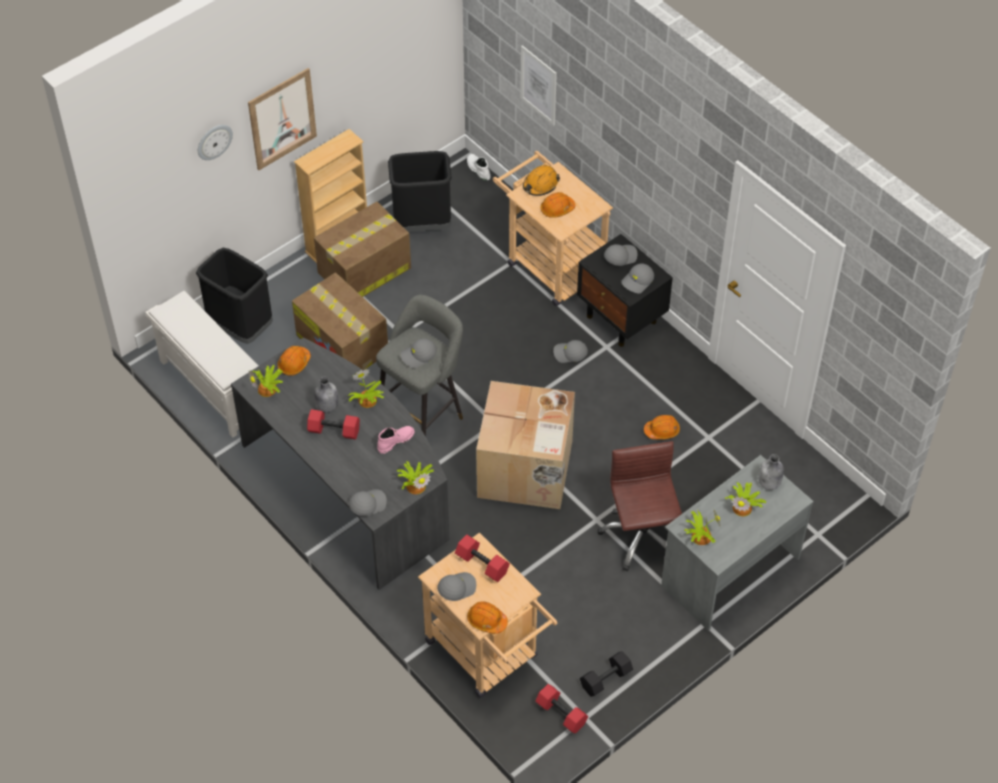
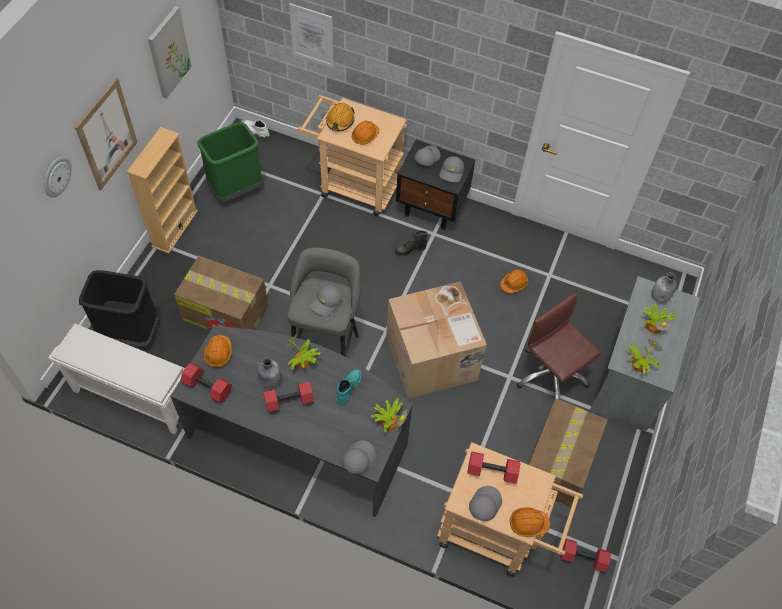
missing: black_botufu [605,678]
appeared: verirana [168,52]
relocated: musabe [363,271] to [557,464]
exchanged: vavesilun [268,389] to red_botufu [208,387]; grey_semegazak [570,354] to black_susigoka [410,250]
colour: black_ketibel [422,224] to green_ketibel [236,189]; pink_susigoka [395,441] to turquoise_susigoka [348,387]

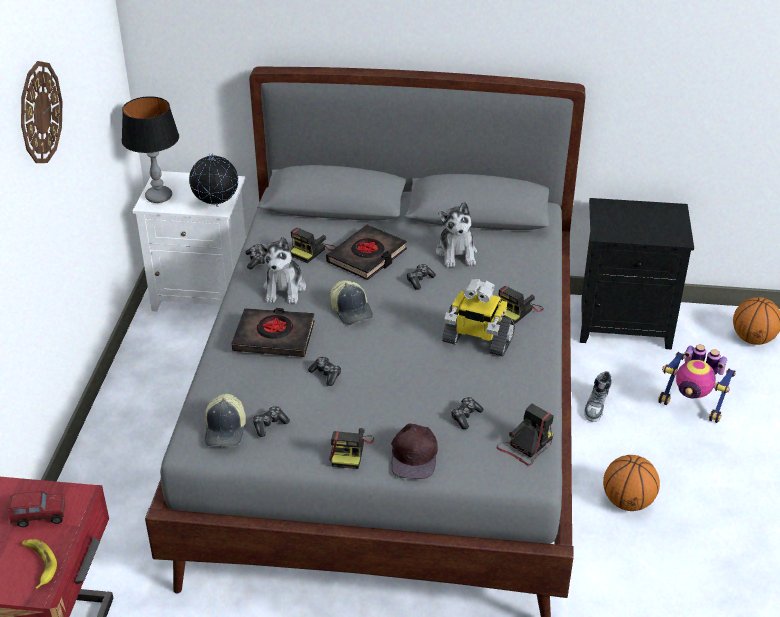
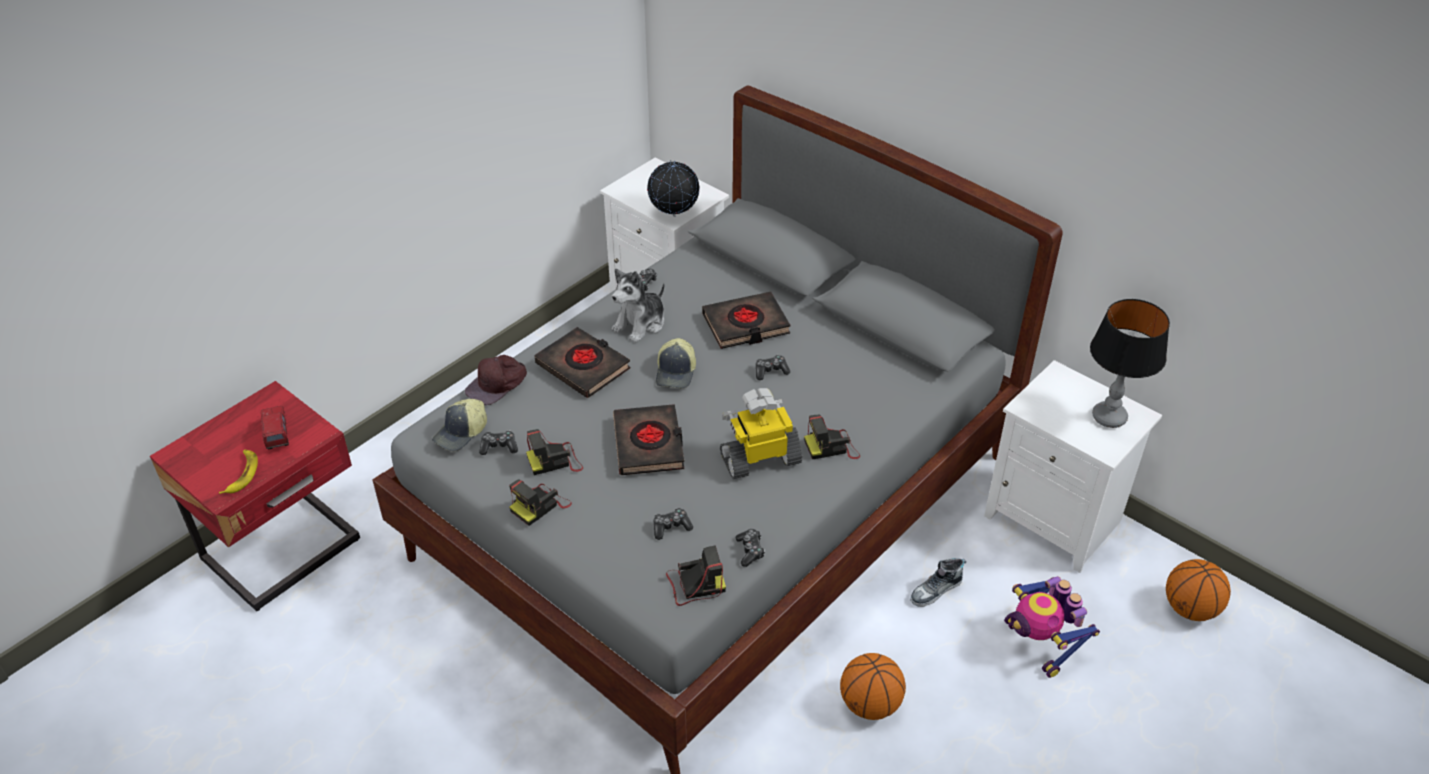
missing: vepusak [40,112]; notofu [457,253]
appeared: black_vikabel [649,444]
relocated: brown_semegazak [415,455] to [497,384]; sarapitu [312,251] to [555,461]; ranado [326,374] to [750,551]; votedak [158,197] to [1108,417]
colour: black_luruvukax [625,323] to white_luruvukax [1056,519]
spun: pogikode [40,517] = [277,436] 135 degrees counterclockwise; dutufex [477,340] = [760,458] 105 degrees clockwise

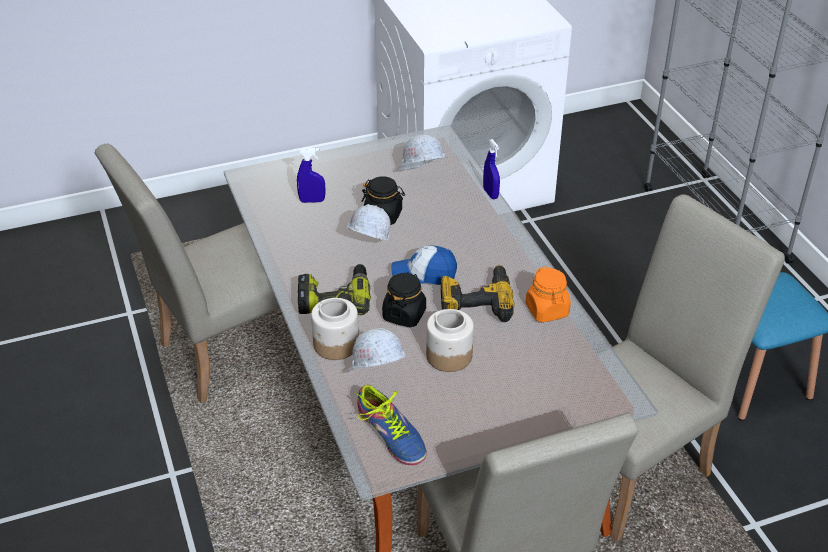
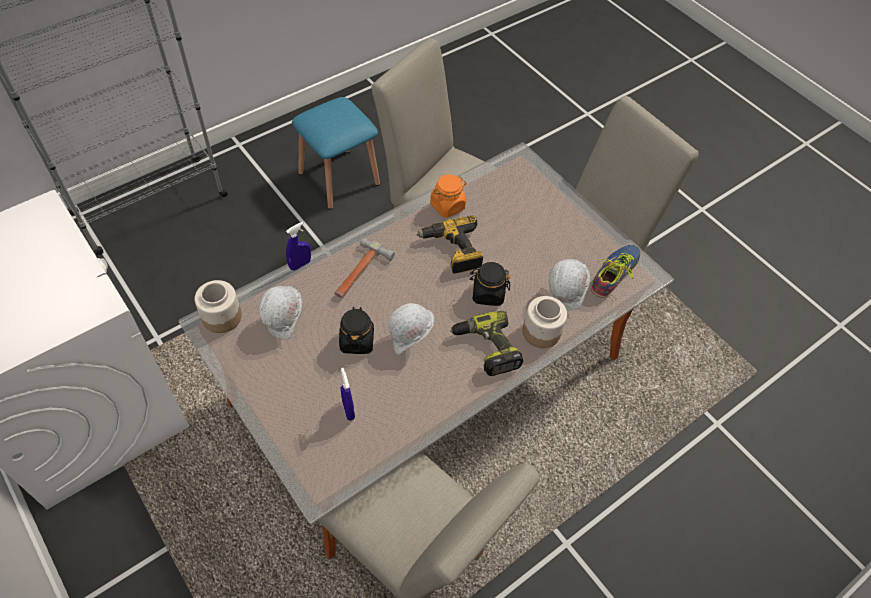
missing: semegazak [424,274]
appeared: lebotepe [359,273]
relocated: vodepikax [448,356] to [222,317]

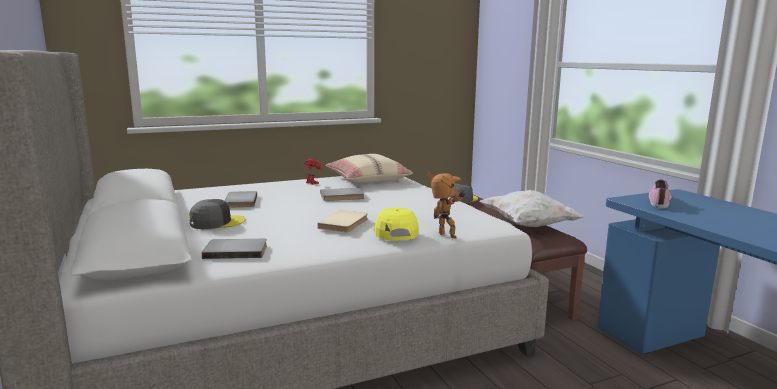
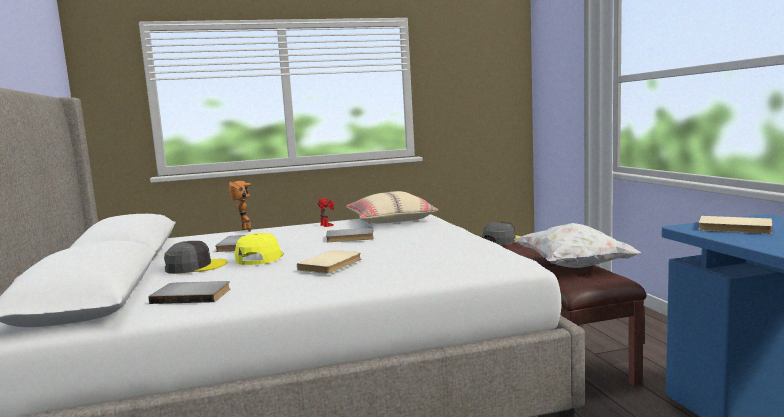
relocated: dutufex [445,236] to [244,231]; yellow_semegazak [395,232] to [259,258]
exchanged: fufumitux [660,202] to beige_vikabel [734,228]

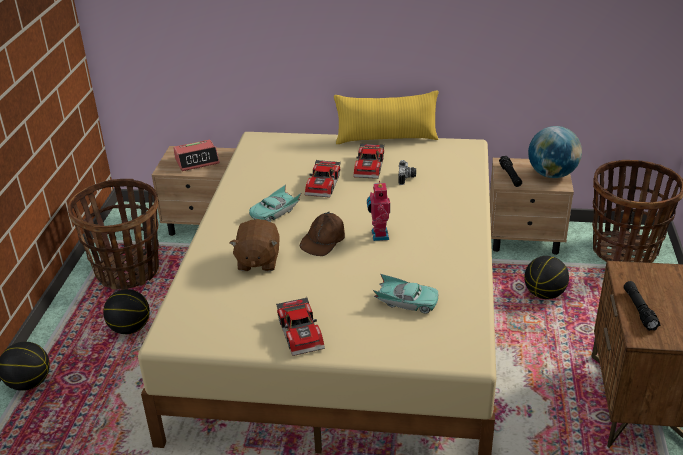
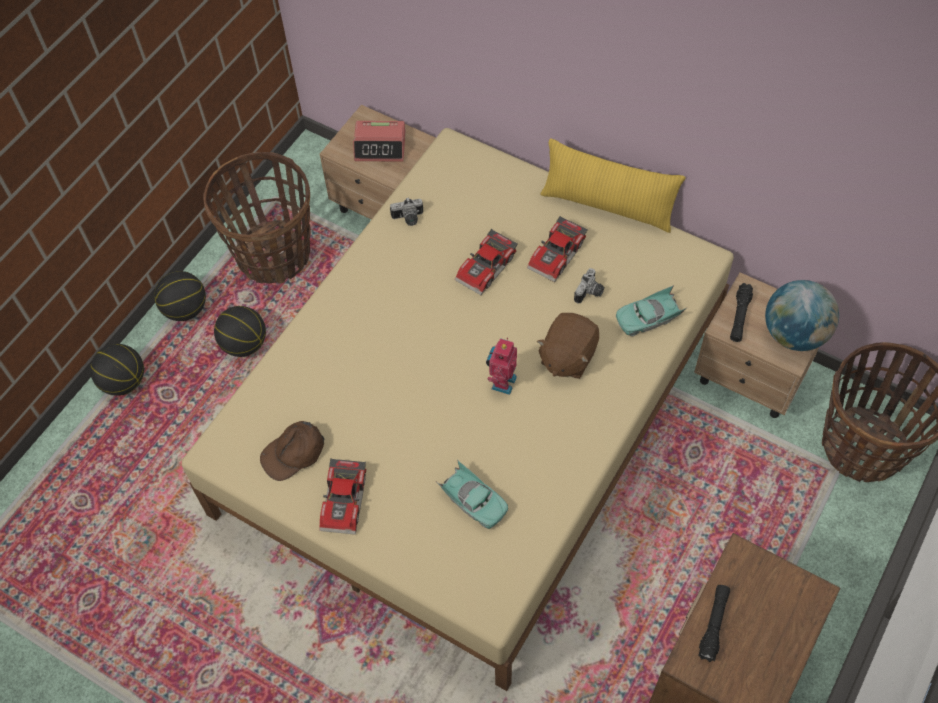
appeared: sarapitu [408,219]
relocated: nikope [544,294] to [186,309]; brown_semegazak [323,240] to [294,453]; brown_notofu [257,261] to [567,357]; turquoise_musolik [275,212] to [648,318]

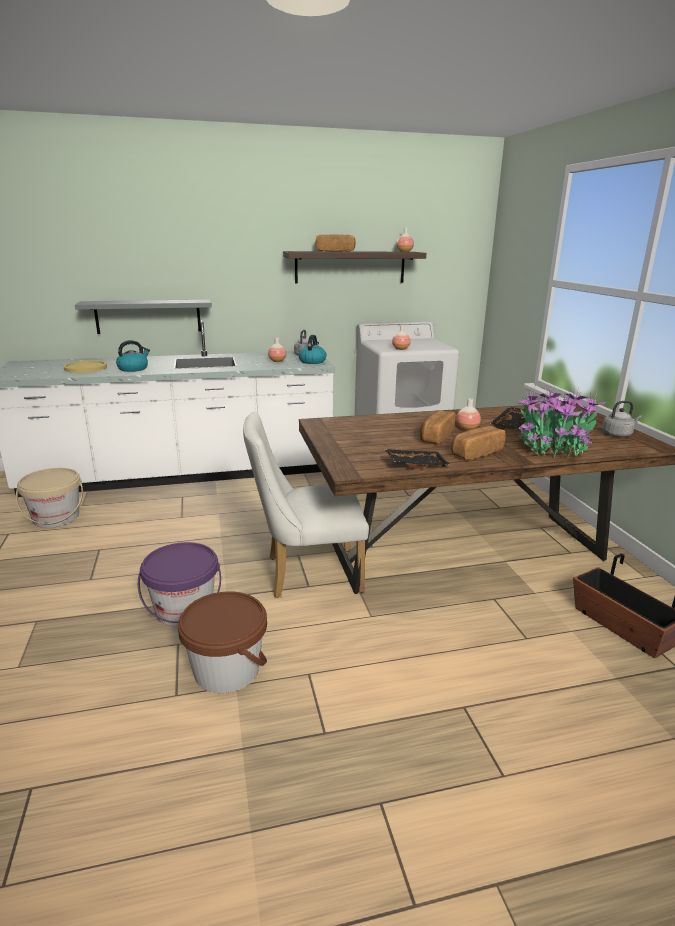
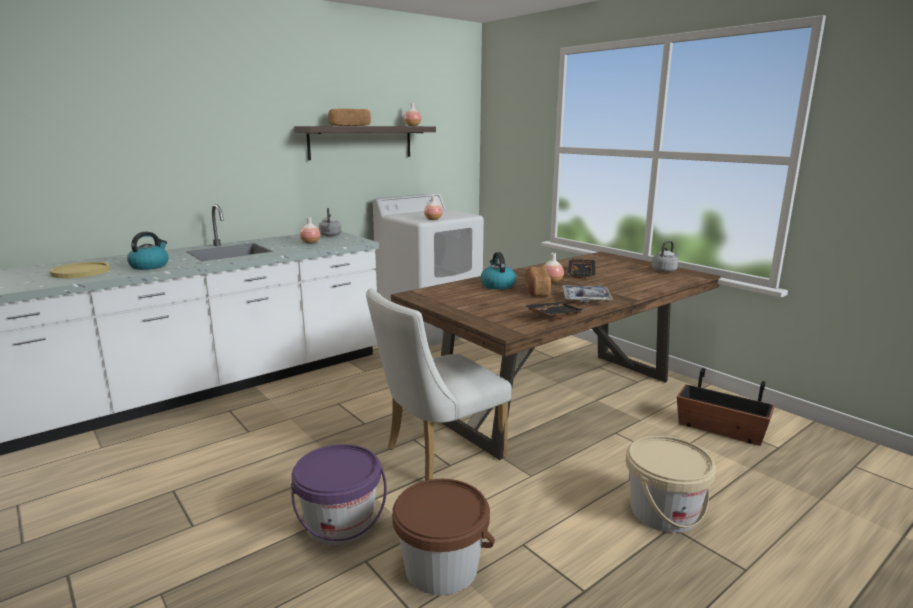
missing: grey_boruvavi [148,316]; vavesilun [553,447]
relocated: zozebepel [312,361] to [497,285]; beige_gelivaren [56,518] to [663,512]
exchanged: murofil [476,453] to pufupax [586,299]

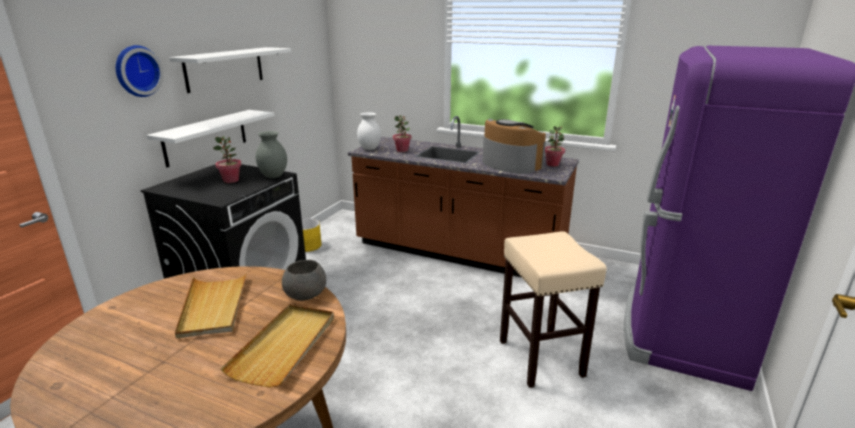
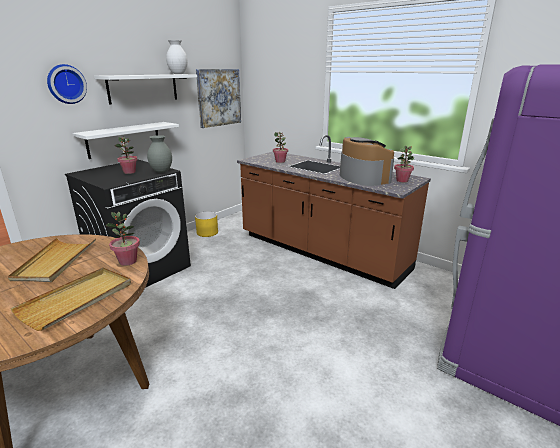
missing: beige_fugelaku [541,358]
appeared: verirana [219,97]
relocated: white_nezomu [369,149] to [177,74]
exchanged: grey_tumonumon [306,293] to vavesilun [128,261]

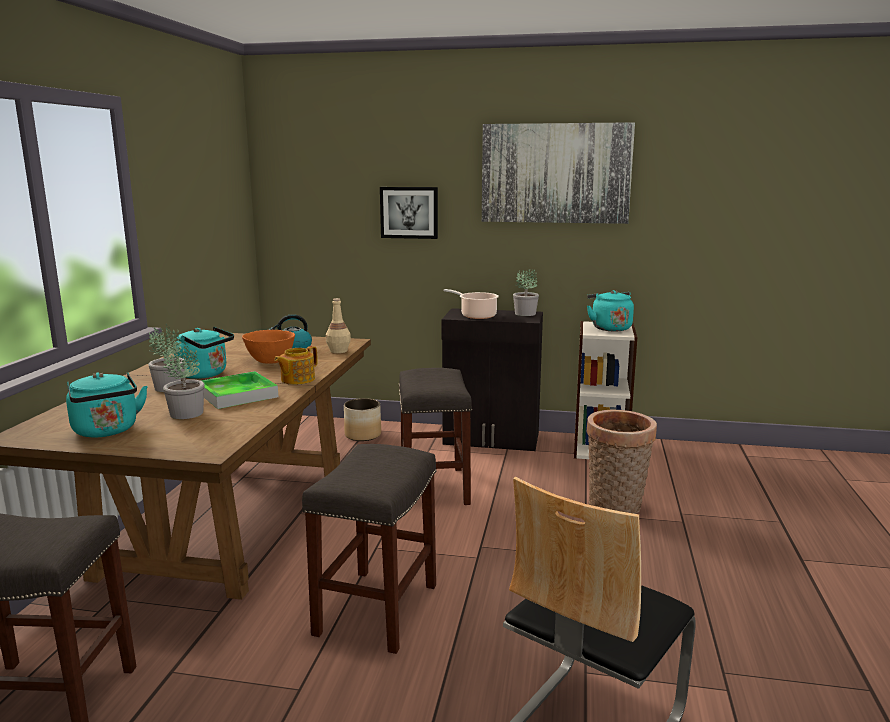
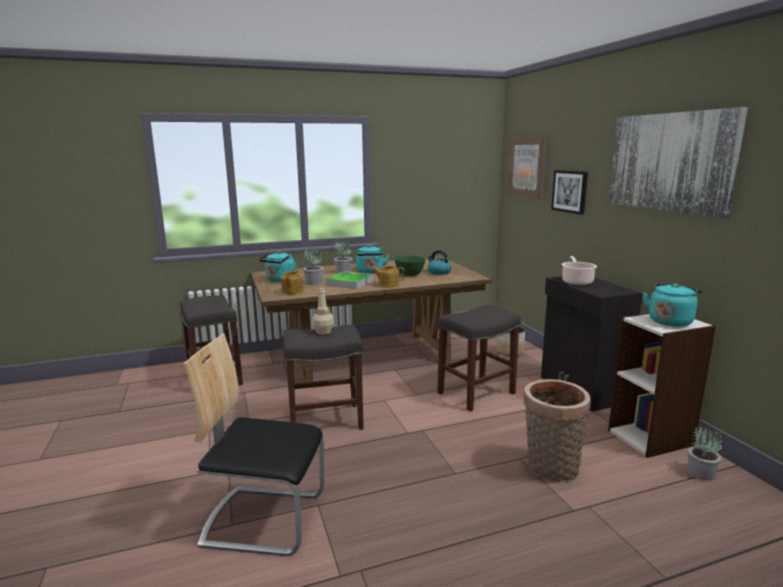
appeared: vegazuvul [292,291]; verirana [528,167]
relocated: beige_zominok [338,351] to [323,332]; vavesilun [525,313] to [701,473]
colour: orange_tumonumon [270,361] to green_tumonumon [409,274]

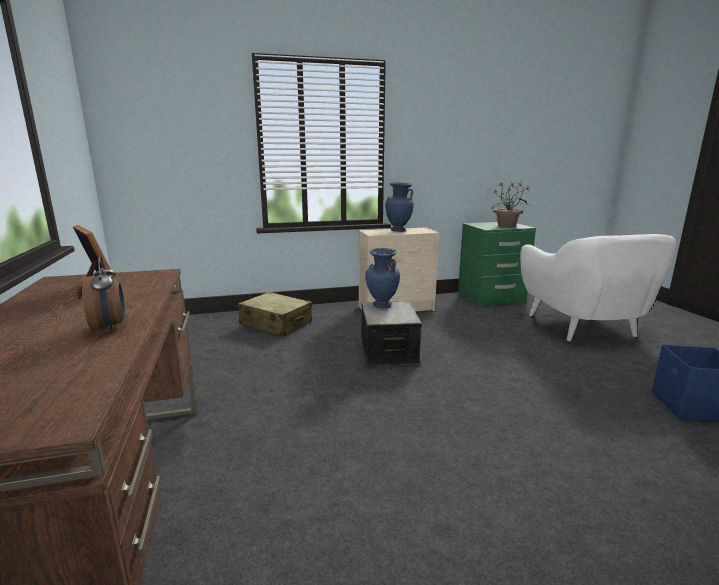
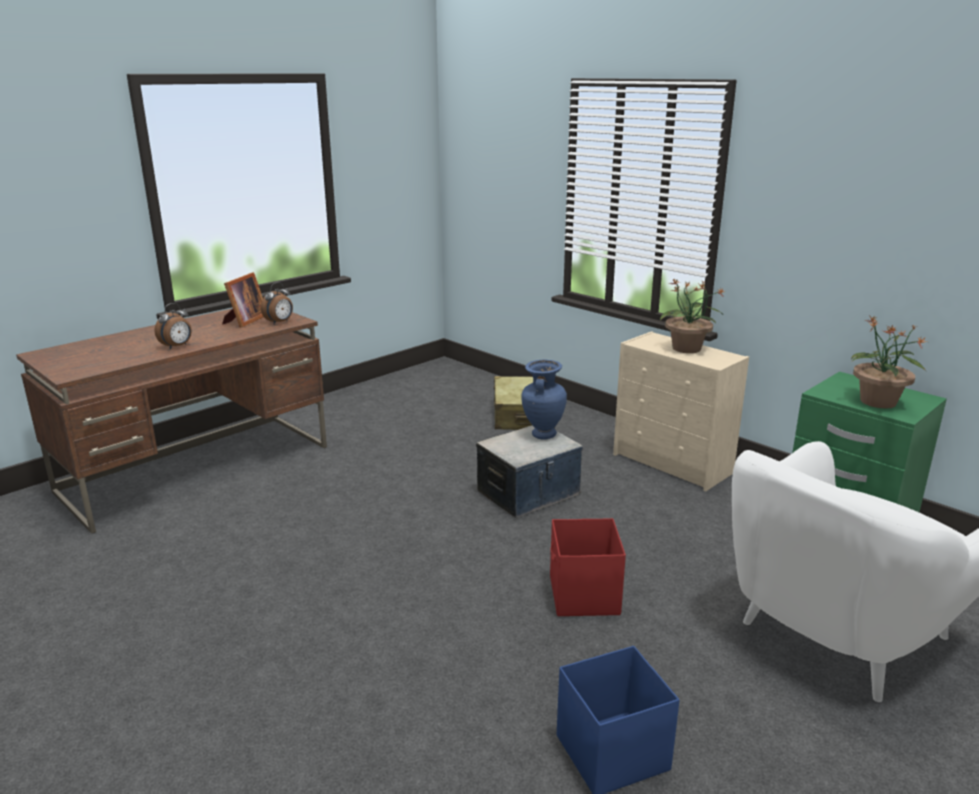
appeared: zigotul [279,322]; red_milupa [583,596]
exchanged: blue_nezomu [398,230] to vavesilun [687,349]

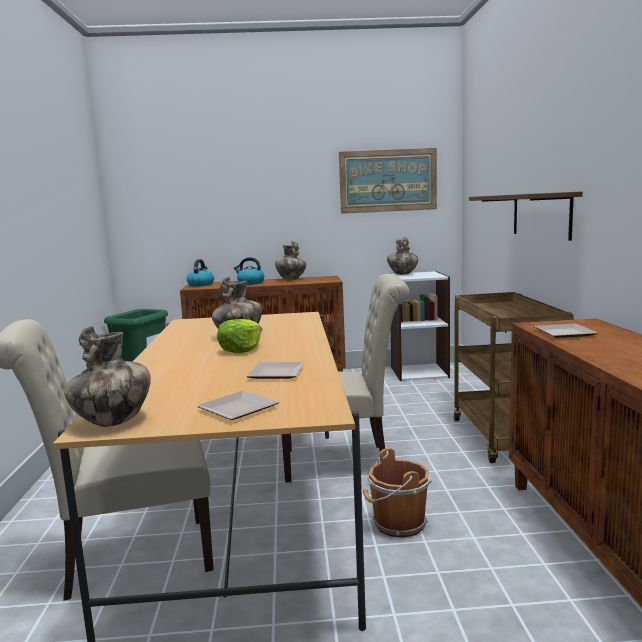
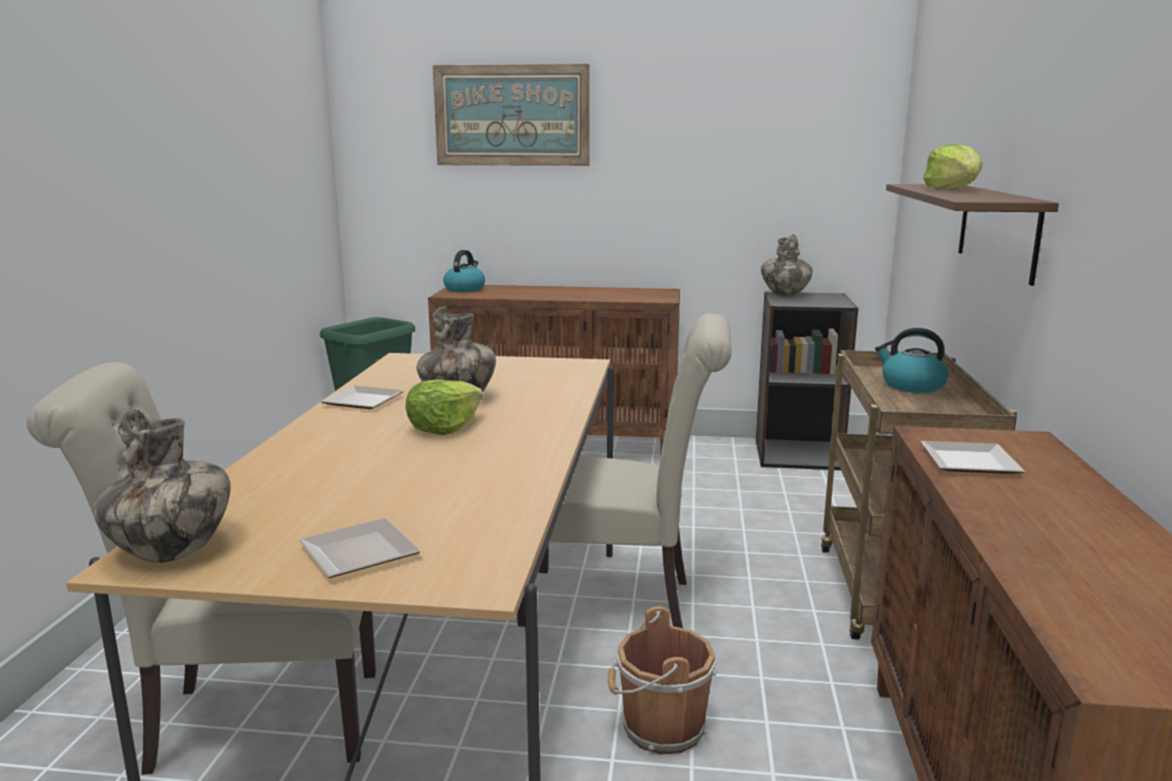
missing: nezomu [291,279]
appeared: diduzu [953,189]
relocated: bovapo [274,374] to [360,402]; verirana [388,181] to [512,115]; zozebepel [250,283] to [911,386]
colour: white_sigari [419,372] to black_sigari [797,454]

